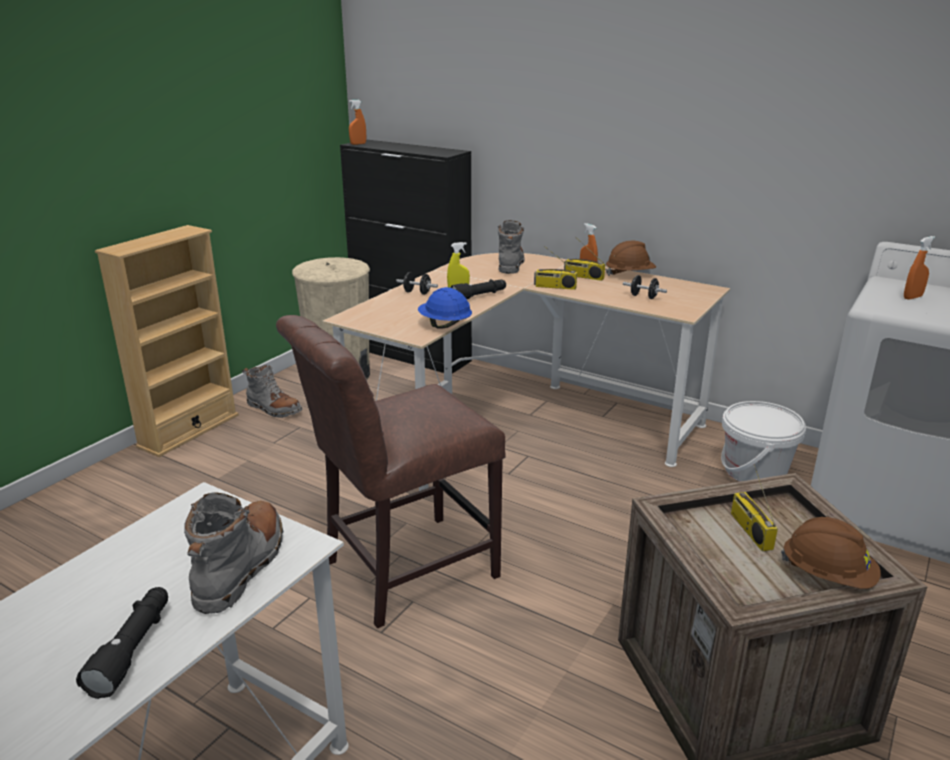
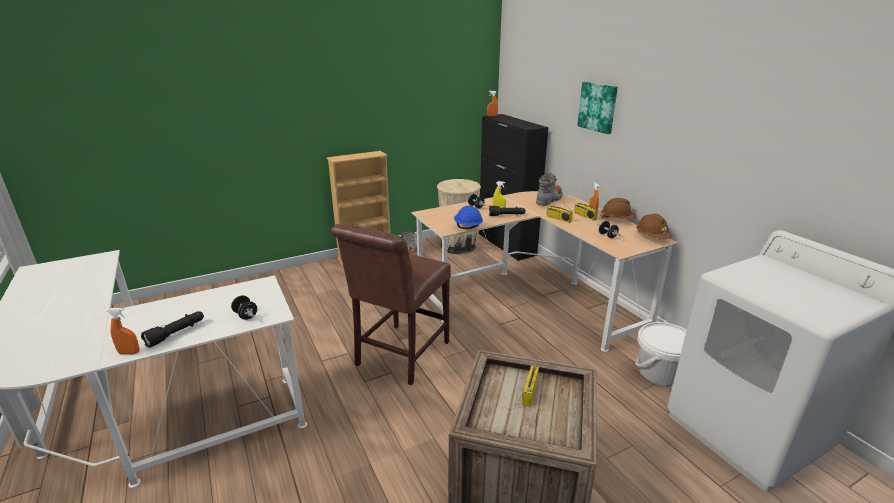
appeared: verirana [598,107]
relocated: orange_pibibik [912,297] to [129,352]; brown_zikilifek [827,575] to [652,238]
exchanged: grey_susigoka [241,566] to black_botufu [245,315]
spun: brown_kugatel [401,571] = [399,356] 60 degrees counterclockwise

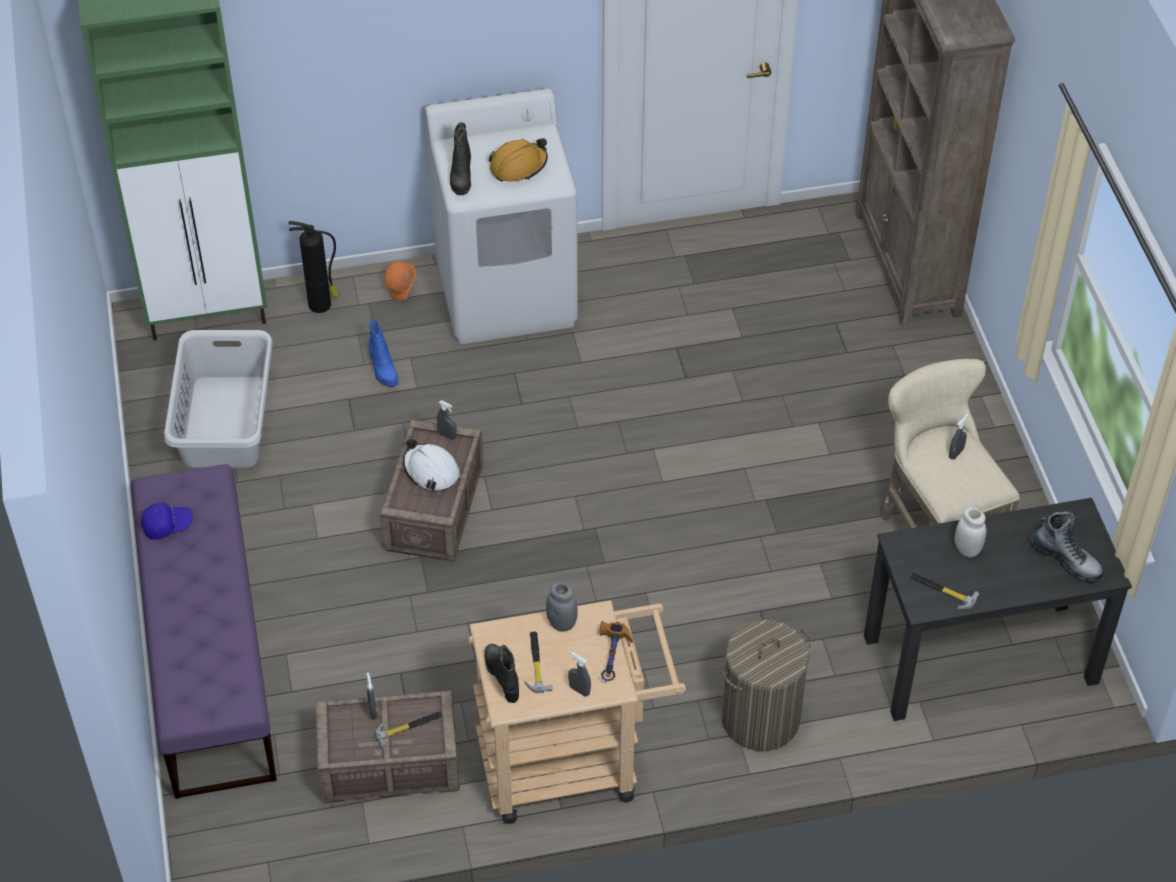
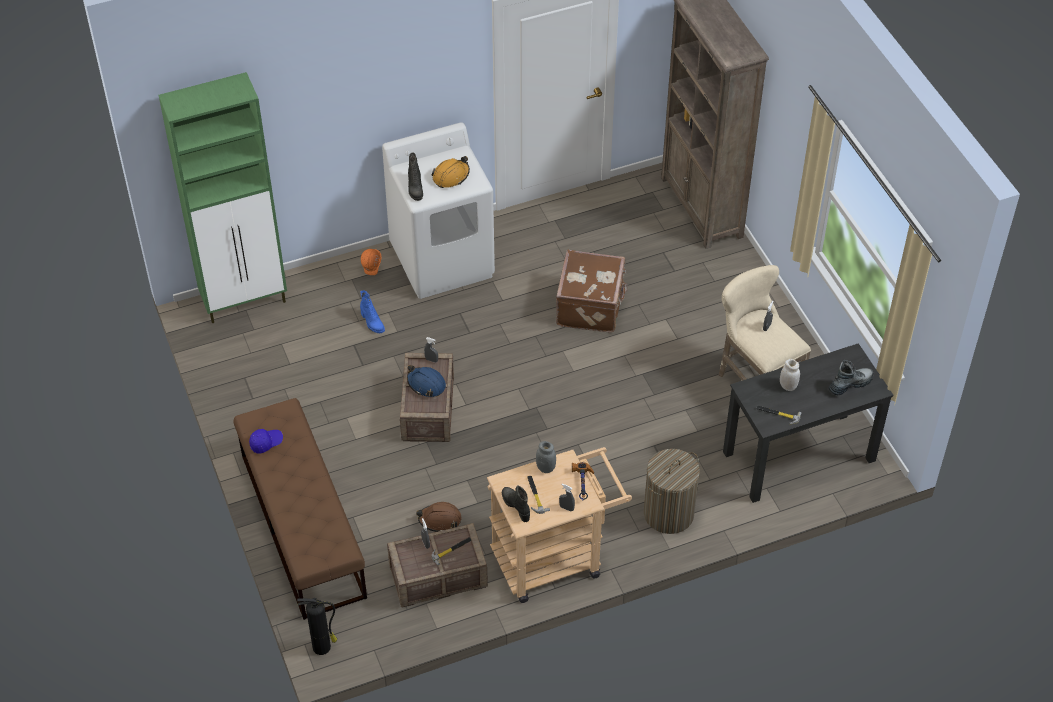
missing: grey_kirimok [224,423]
appeared: brown_zikilifek [440,520]; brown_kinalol [591,306]
relocated: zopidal [321,305] to [323,647]
colour: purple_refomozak [209,654] to brown_refomozak [302,524]; white_zikilifek [431,471] to blue_zikilifek [426,384]
spun: susigoka [1066,560] = [850,384] 60 degrees counterclockwise

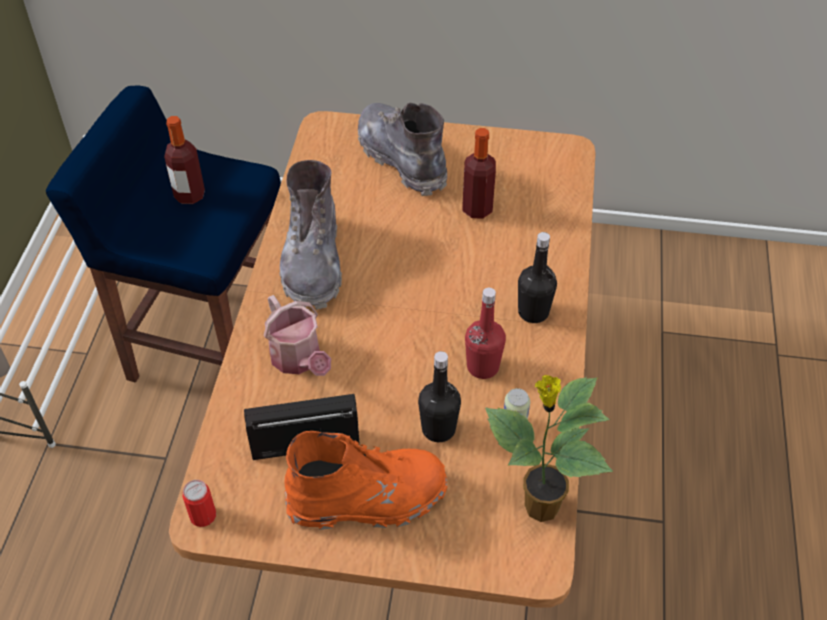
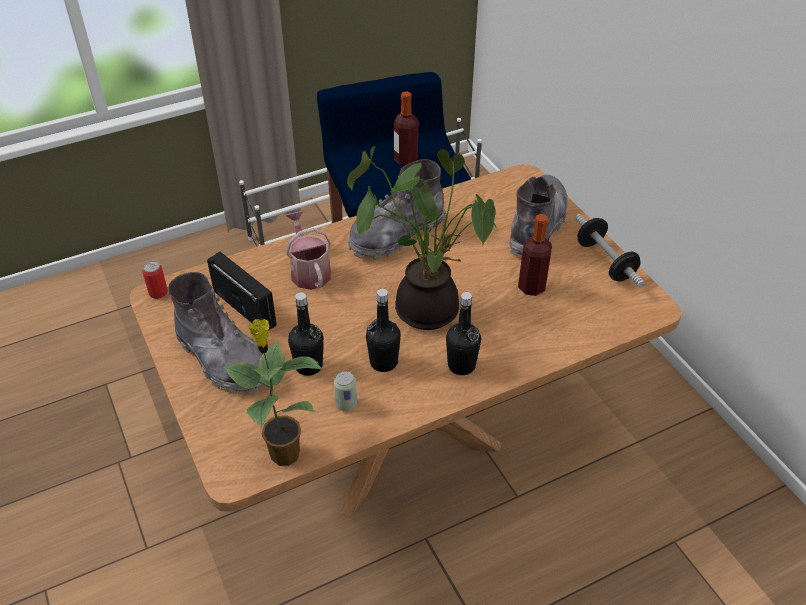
appeared: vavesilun [426,306]; botufu [605,261]
colour: orange_susigoka [368,499] to grey_susigoka [224,359]; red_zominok [482,367] to black_zominok [383,362]
spun: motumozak [299,360] = [309,271] 135 degrees clockwise

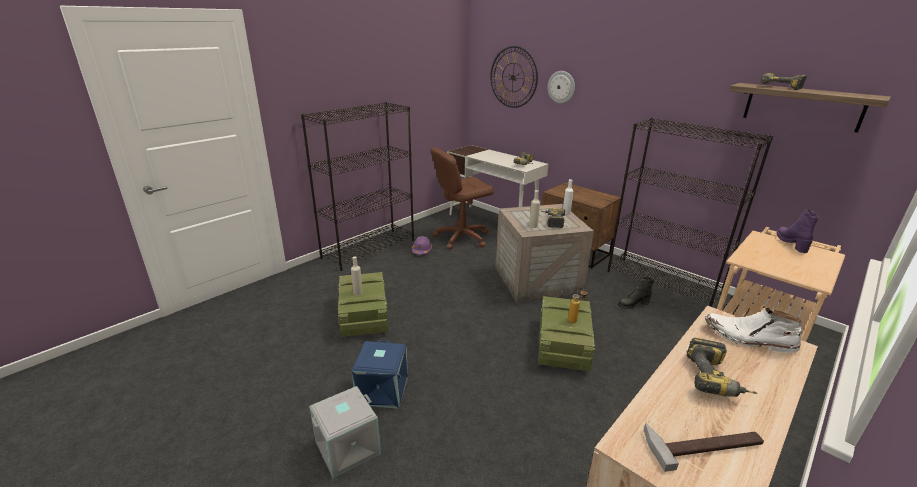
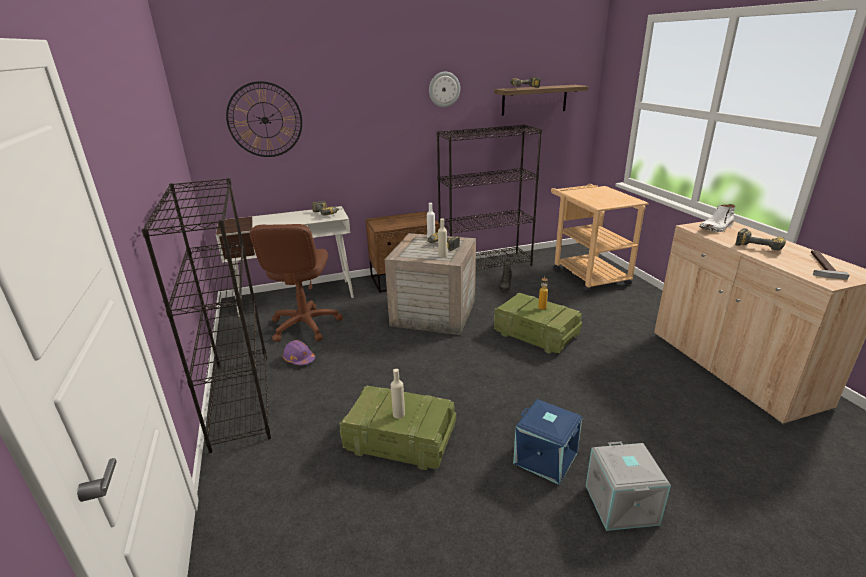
missing: purple_susigoka [791,243]
relocated: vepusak [561,87] to [444,89]

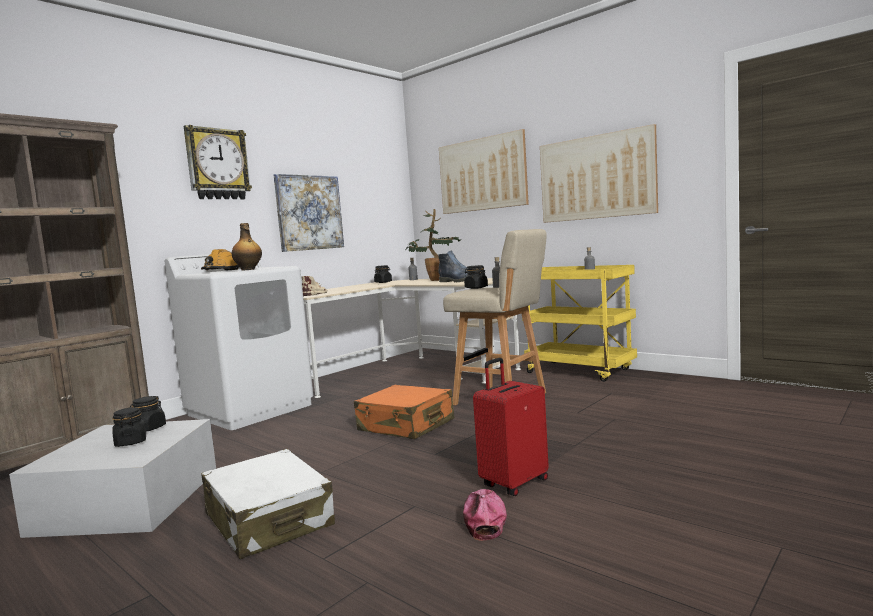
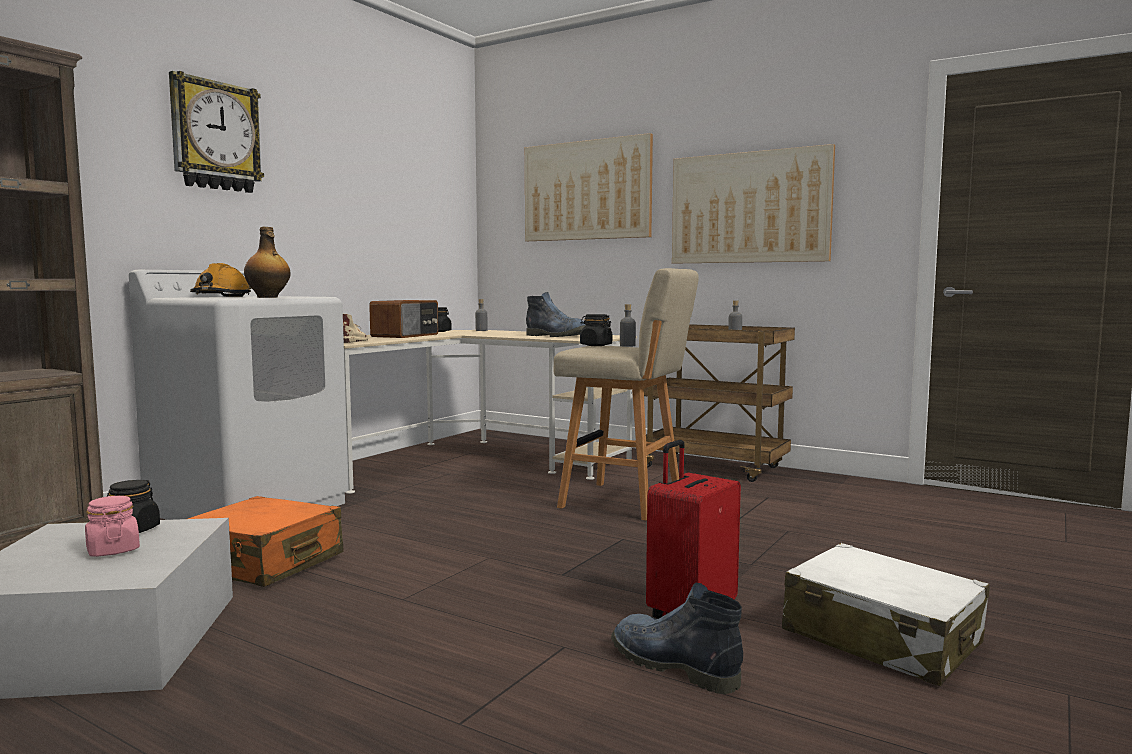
missing: verirana [309,212]; vavesilun [435,280]
appeared: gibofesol [406,335]
relocated: orange_kinalol [406,426] to [262,563]; white_kinalol [269,520] to [881,638]
exchanged: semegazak [484,520] to susigoka [671,665]
colour: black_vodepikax [131,442] to pink_vodepikax [113,550]; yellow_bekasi [581,371] to brown_bekasi [715,468]

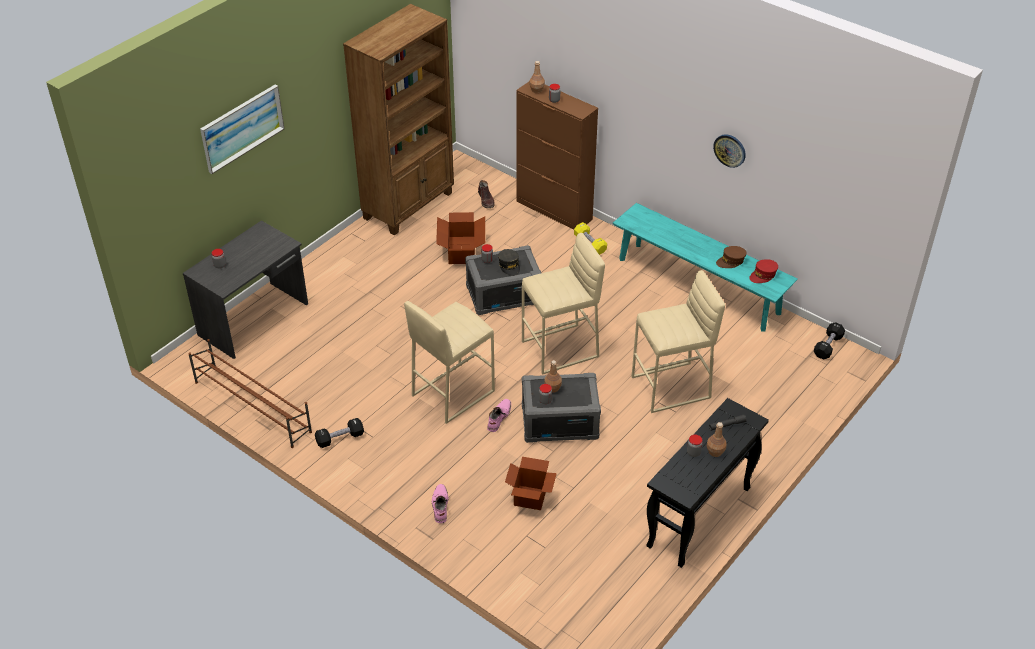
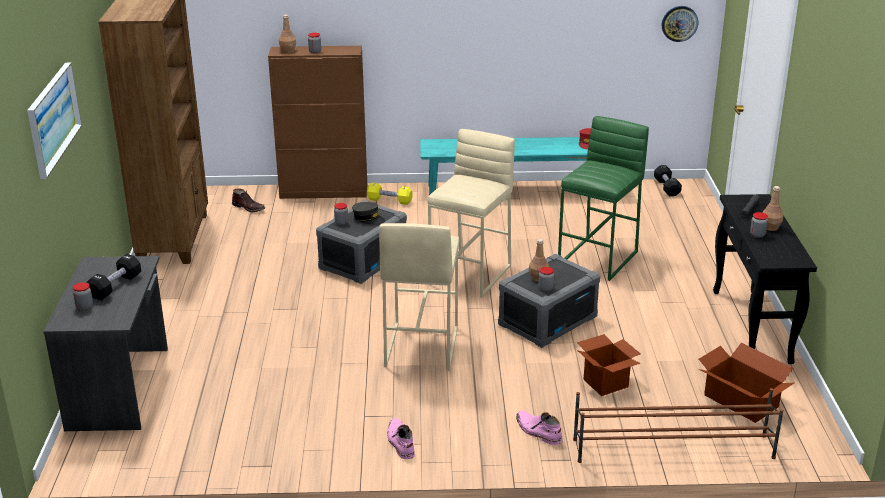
missing: brown_semegazak [731,261]
relocated: black_botufu [340,438] to [115,286]; pink_susigoka [498,417] to [400,443]; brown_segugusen [252,406] to [672,448]; vepusak [730,150] to [679,23]; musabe [461,250] to [741,401]
colour: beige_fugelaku [672,388] to green_fugelaku [599,258]

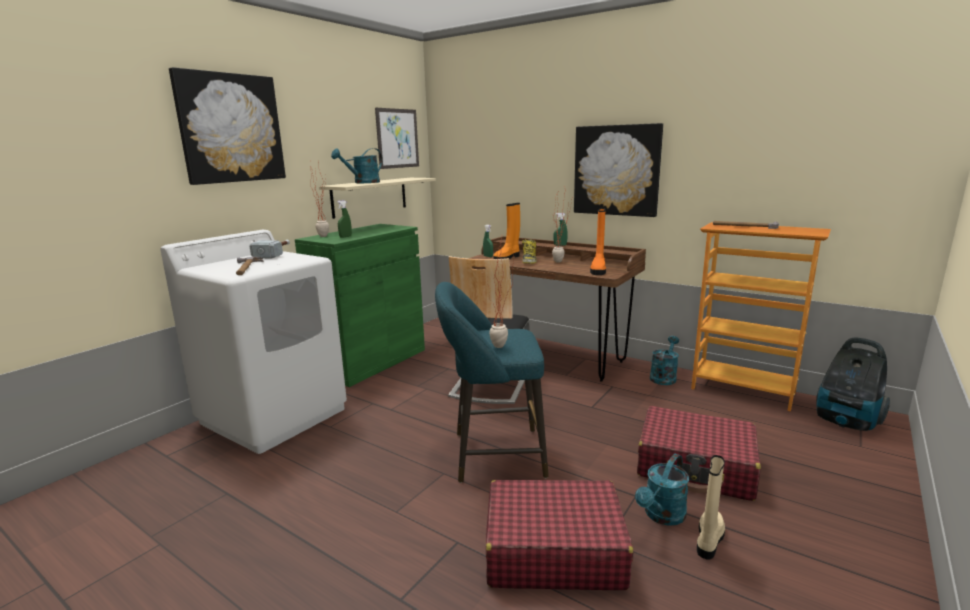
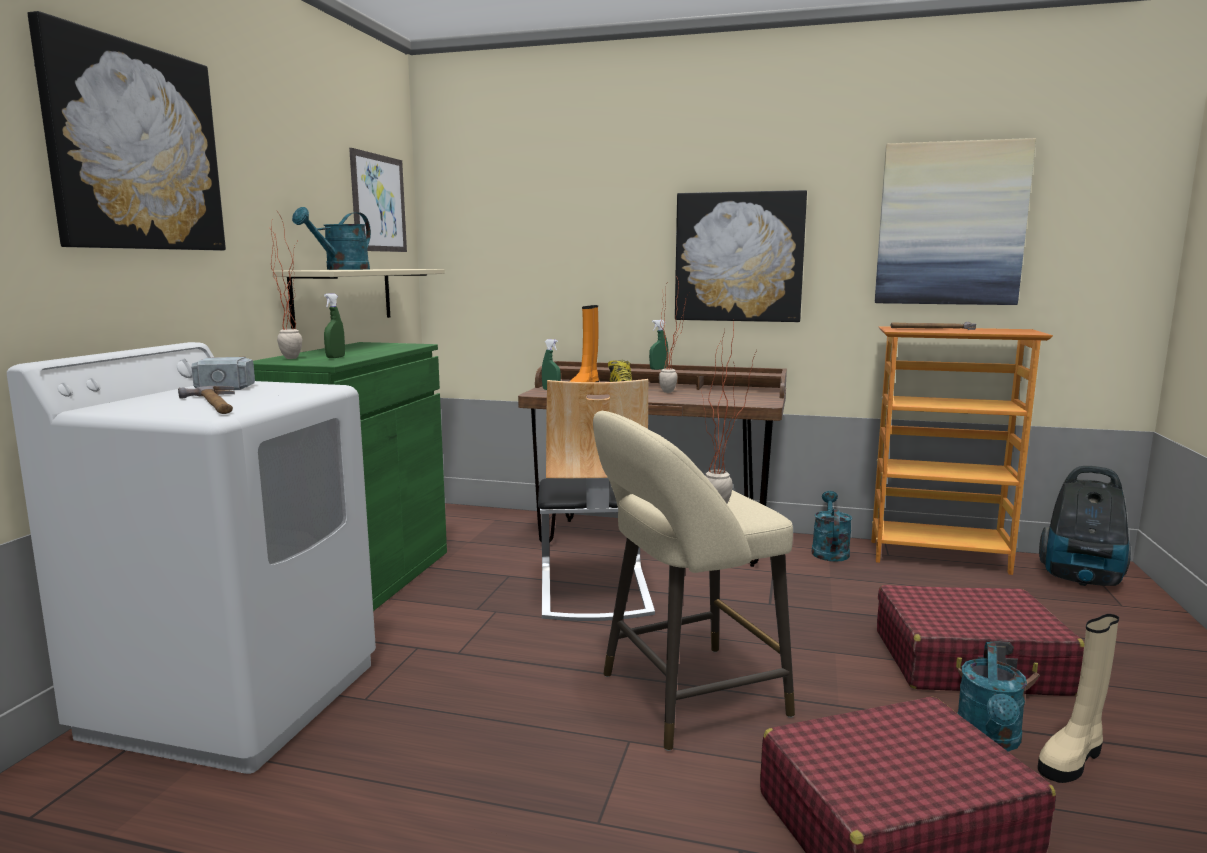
missing: orange_susigoka [598,270]
appeared: verirana [950,224]
colour: turquoise_fugelaku [492,455] to beige_fugelaku [684,697]
spun: beige_susigoka [709,539] = [1071,759] 135 degrees counterclockwise

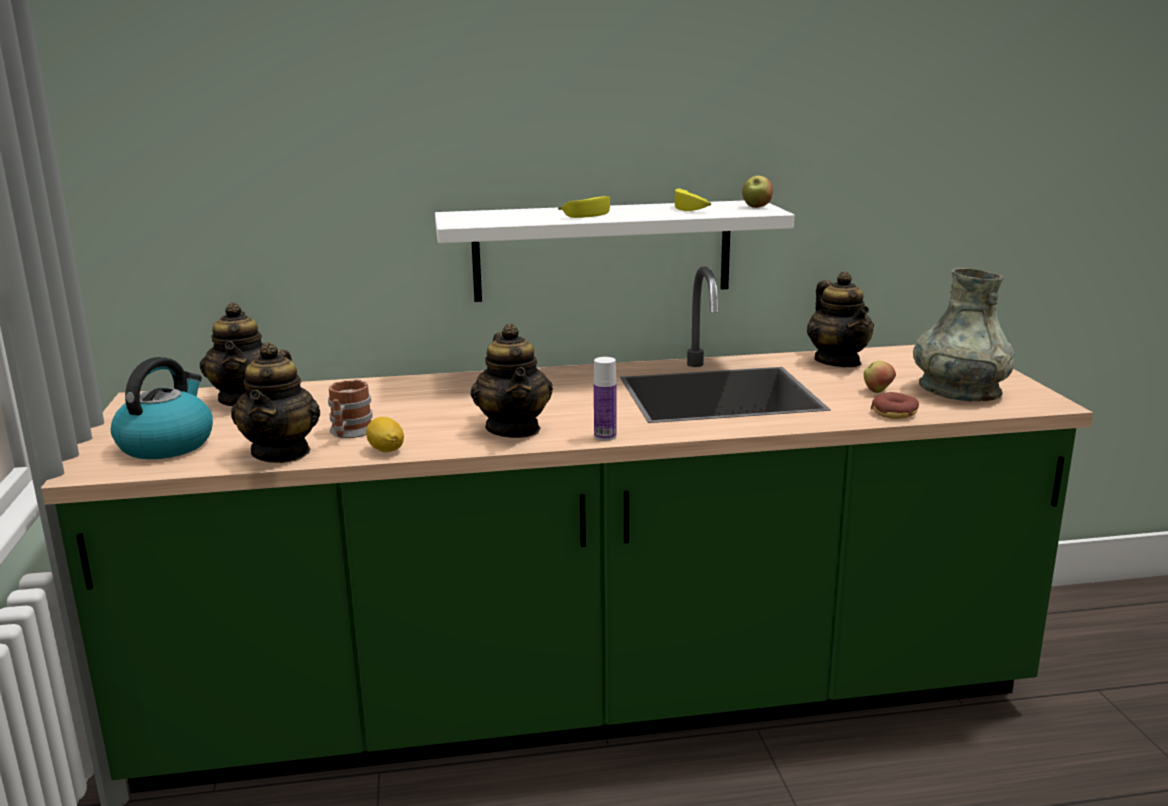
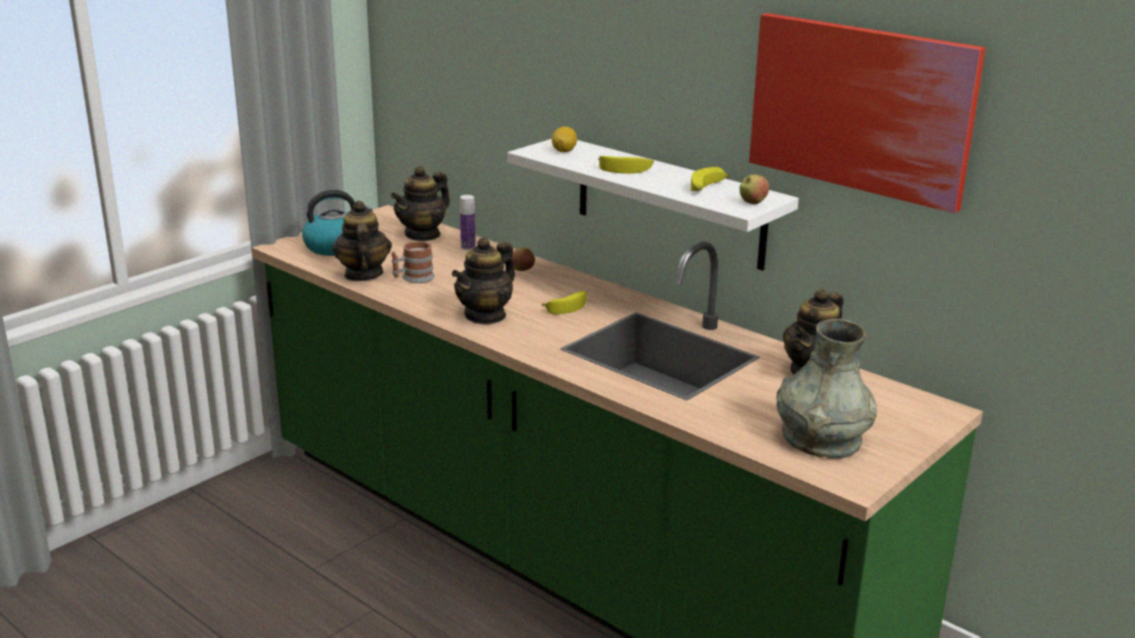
missing: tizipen [894,413]
appeared: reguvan [567,306]; verirana [860,108]
relocated: zominok [605,436] to [468,247]; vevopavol [878,392] to [522,271]; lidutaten [386,450] to [564,151]
spun: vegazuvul [282,452] = [363,275] 120 degrees clockwise

